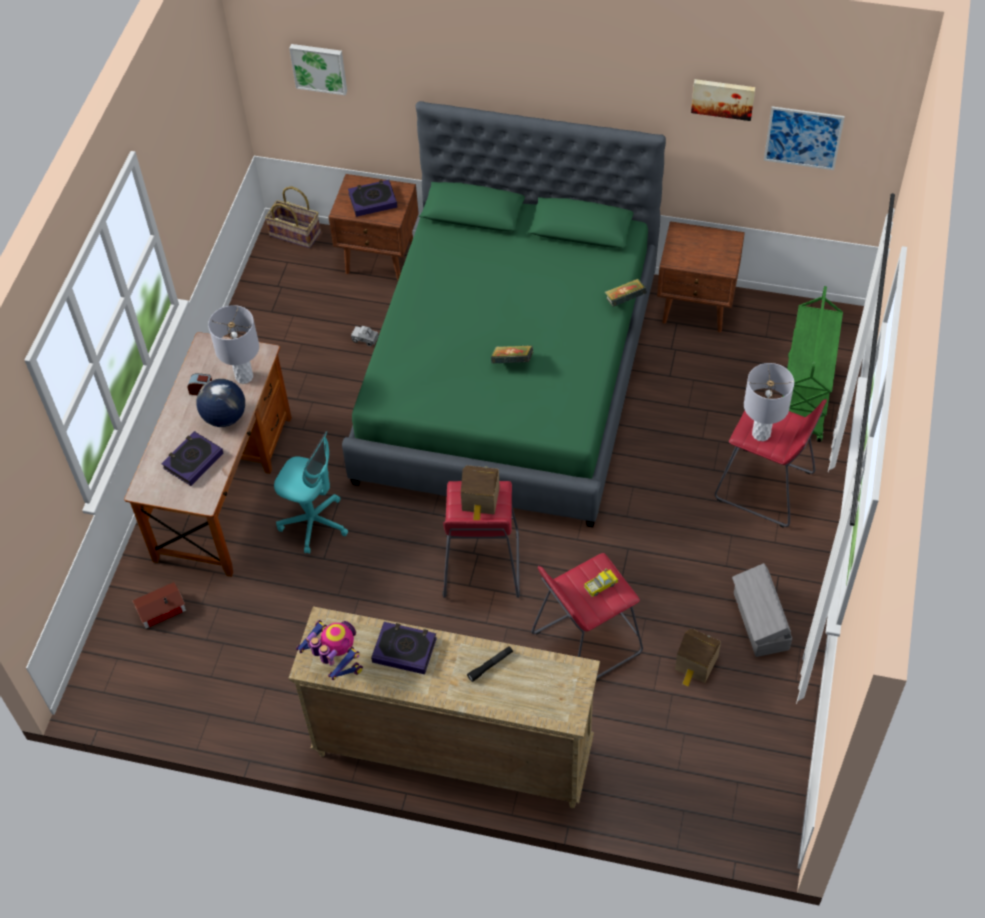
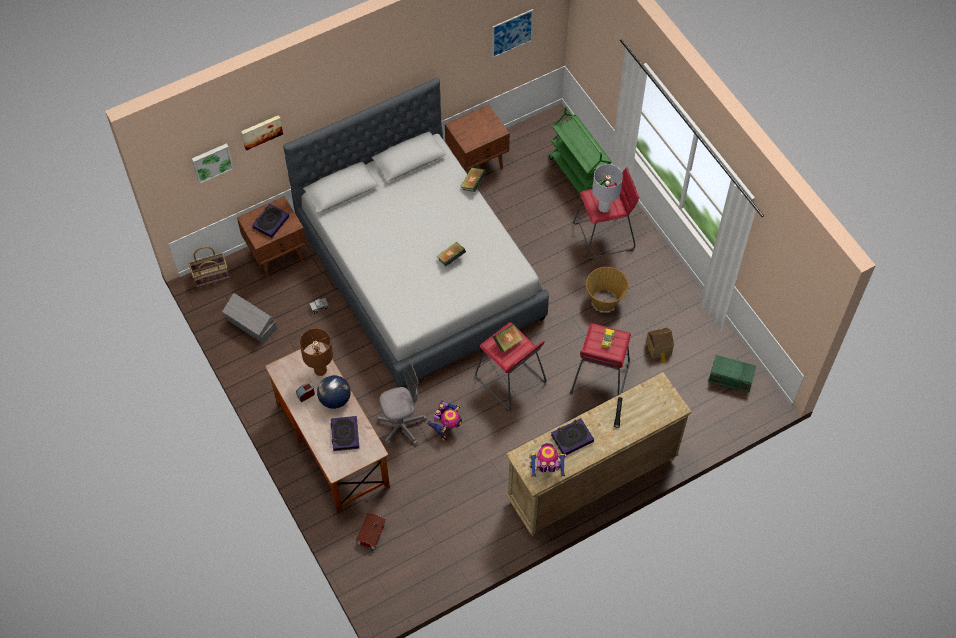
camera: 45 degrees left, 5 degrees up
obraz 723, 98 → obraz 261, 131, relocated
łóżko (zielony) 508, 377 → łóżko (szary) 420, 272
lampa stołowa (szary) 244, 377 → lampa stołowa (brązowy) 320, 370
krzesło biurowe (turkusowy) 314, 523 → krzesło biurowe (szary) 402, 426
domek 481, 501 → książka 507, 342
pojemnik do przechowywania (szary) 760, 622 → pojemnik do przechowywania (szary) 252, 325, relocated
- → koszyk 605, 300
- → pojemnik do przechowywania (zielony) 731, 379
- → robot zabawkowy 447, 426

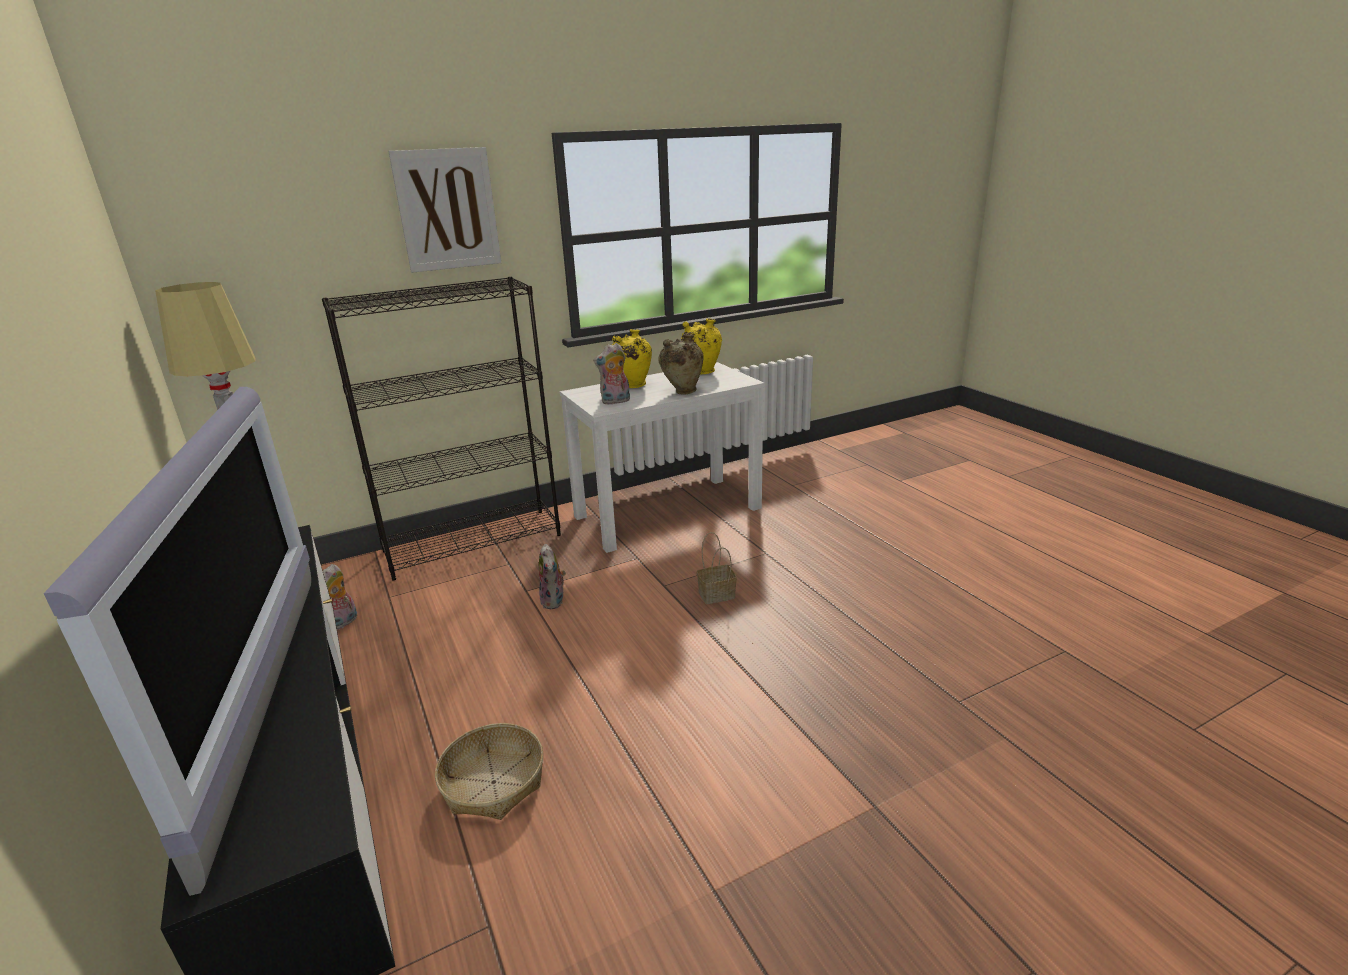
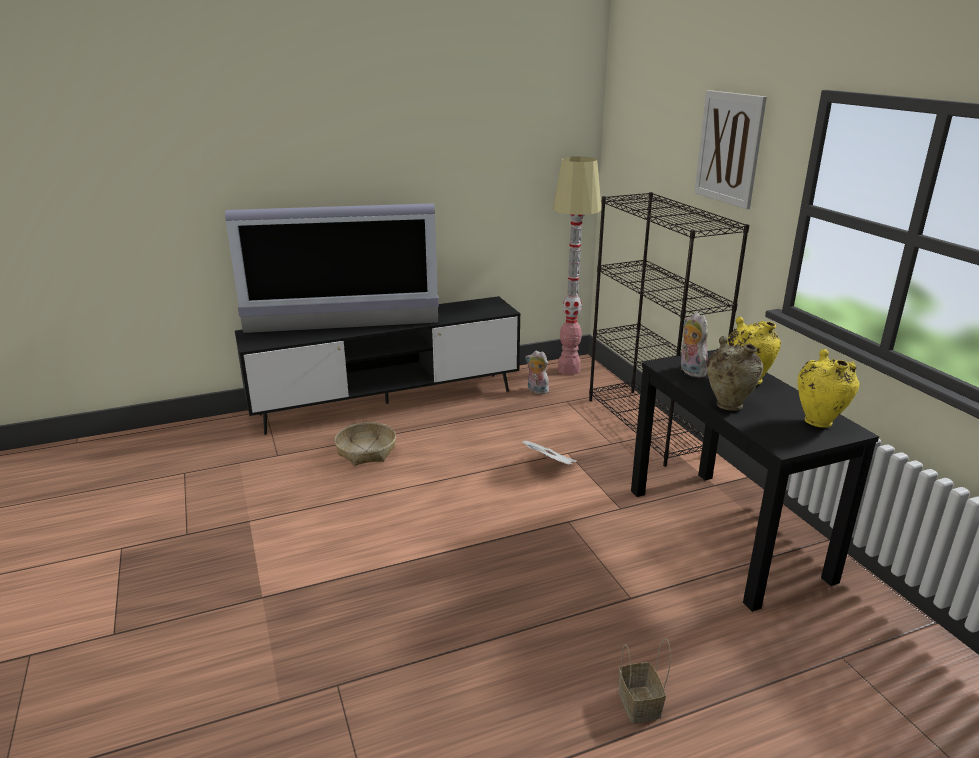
camera: 95 degrees right, 0 degrees up
stolik konsolowy (biały) 668, 512 → stolik konsolowy (czarny) 726, 533
koszyk 717, 594 → koszyk 640, 705, relocated
pluszak 554, 601 → gazeta 550, 466

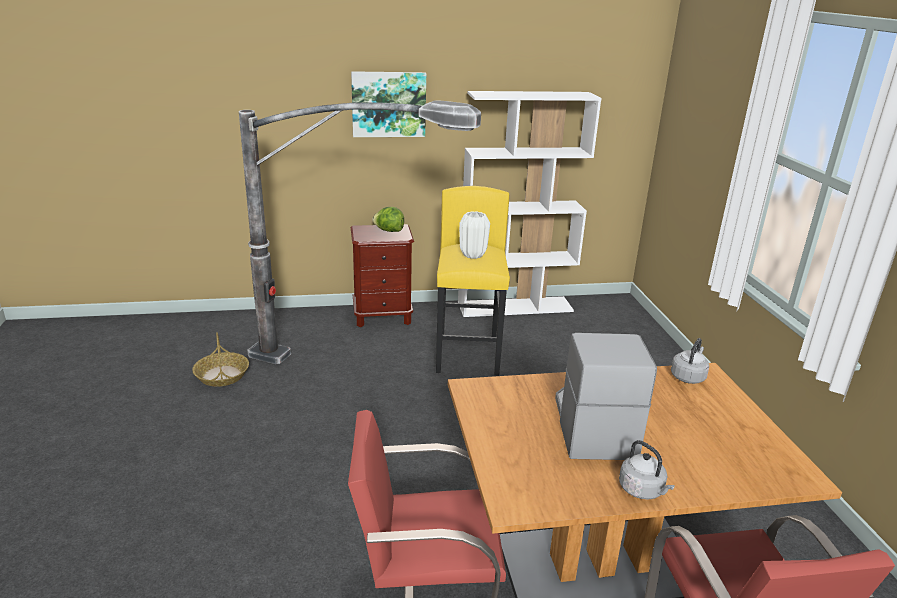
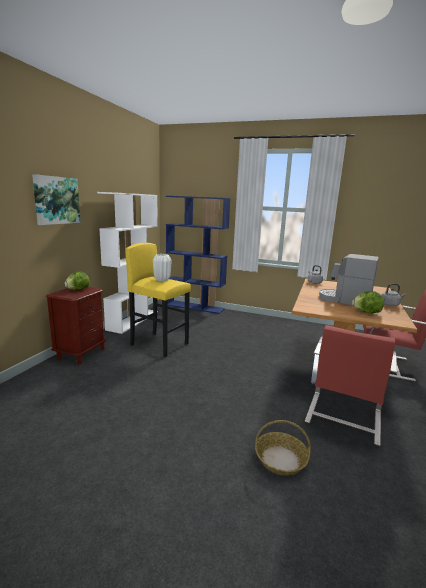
camera: 60 degrees left, 10 degrees down
lampa stojąca 352, 375 → -
koszyk 222, 375 → koszyk 281, 459, relocated
- → regał (niebieski) 195, 307
- → sałata 366, 312

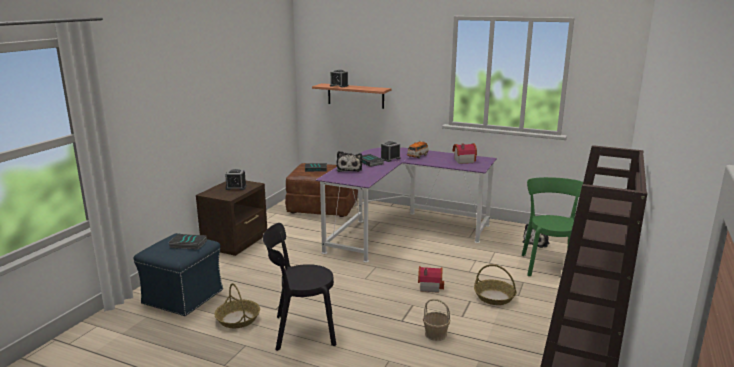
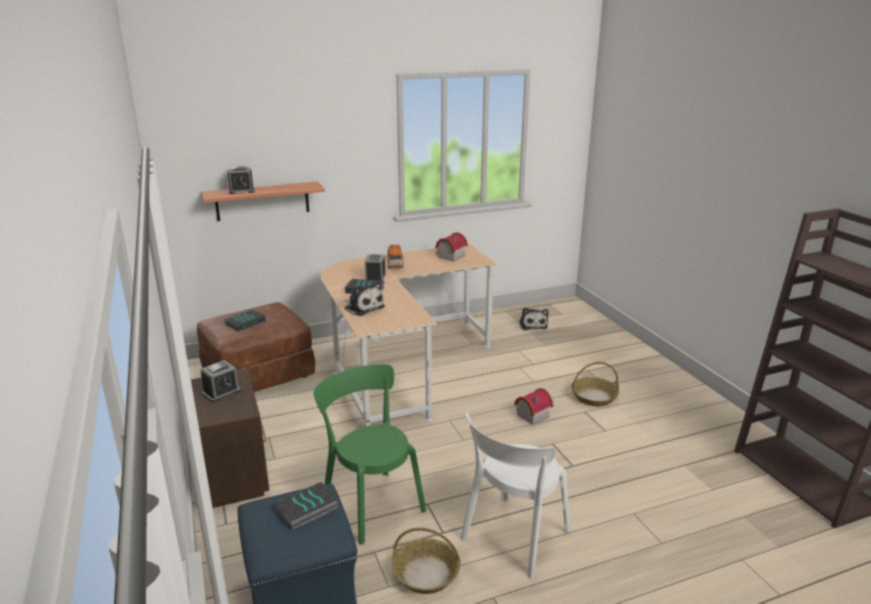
camera: 45 degrees left, 5 degrees up
biurko (fioletowy) 401, 230 → biurko (beżowy) 400, 365
krzesło (zielony) 549, 265 → krzesło (zielony) 371, 503, relocated
krzesło (czarny) 301, 330 → krzesło (biały) 513, 538
koszyk 436, 334 → -

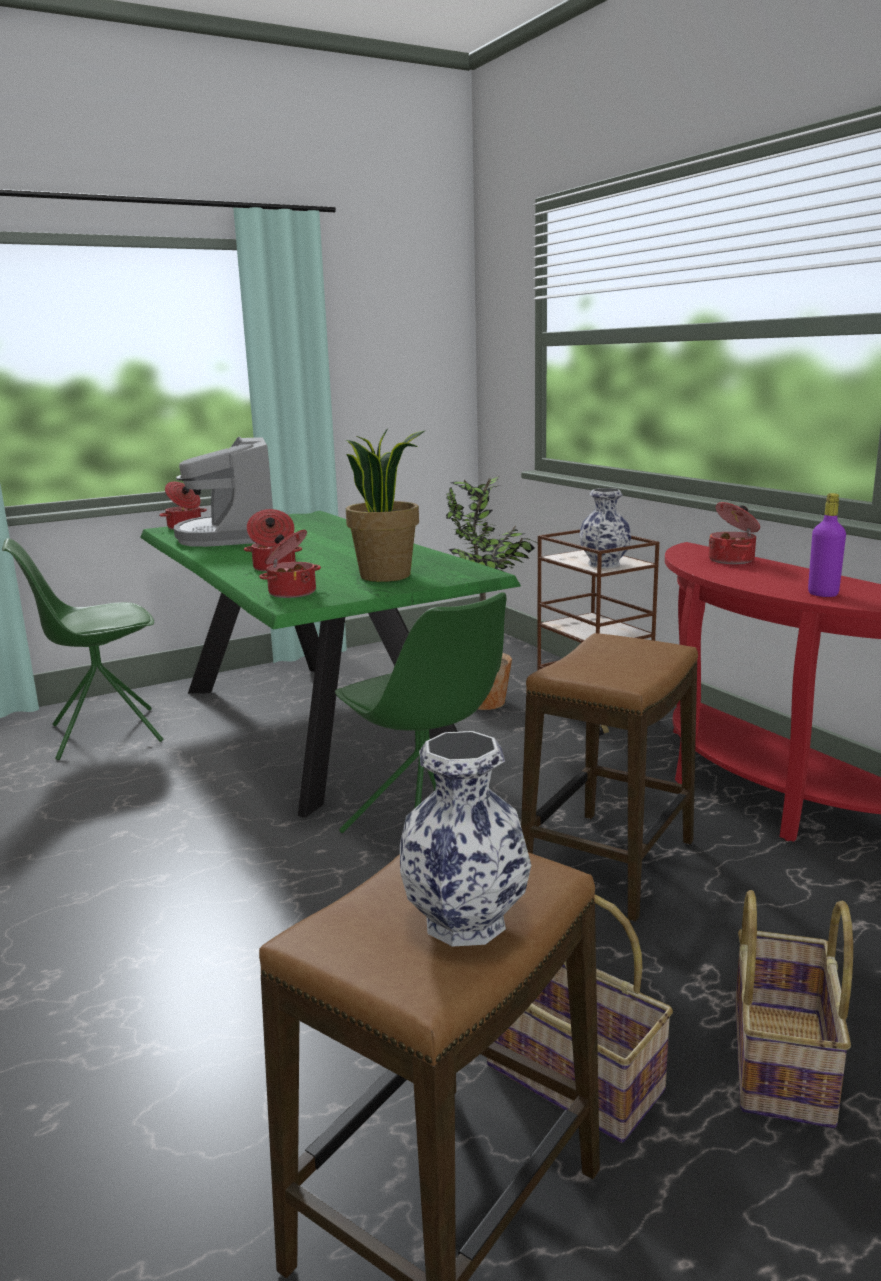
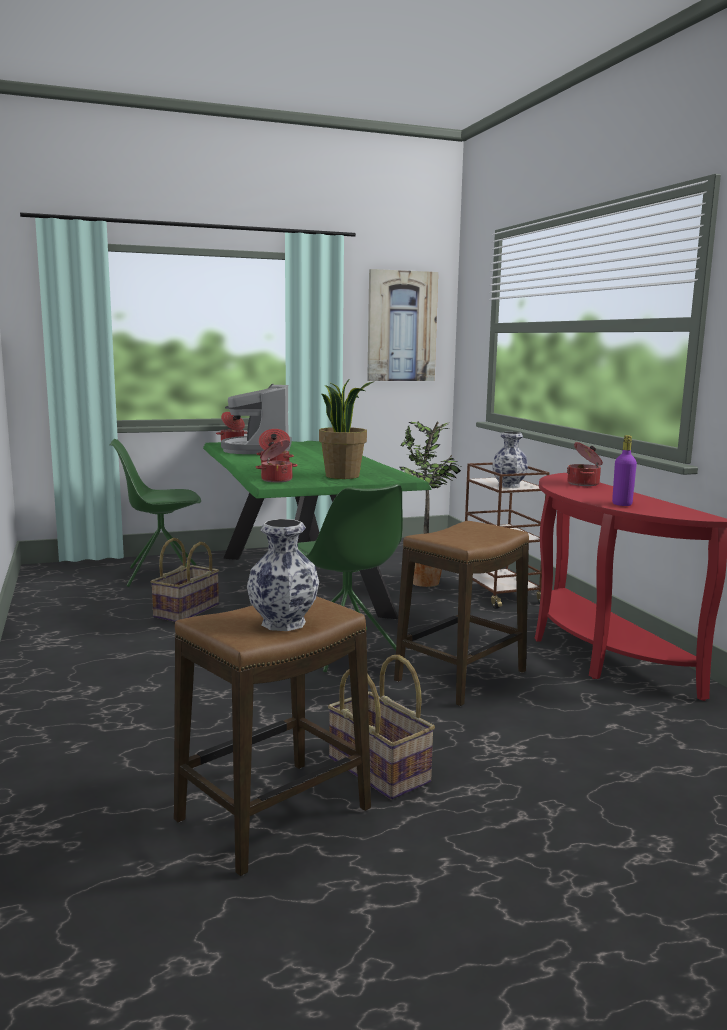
camera: 10 degrees right, 5 degrees down
koszyk 784, 1062 → koszyk 187, 611, relocated
- → obraz 401, 326

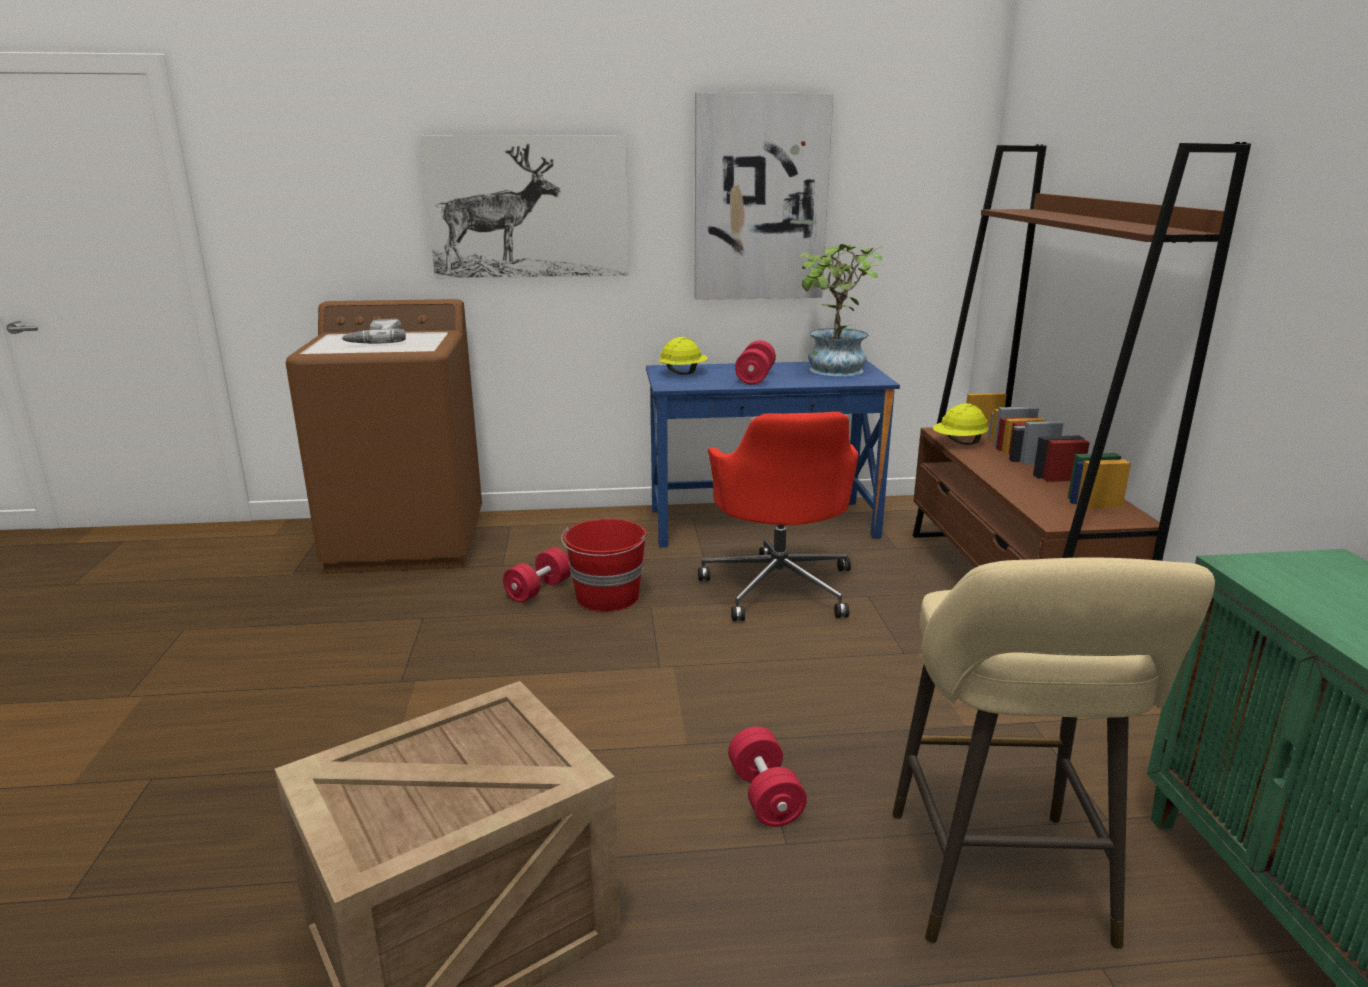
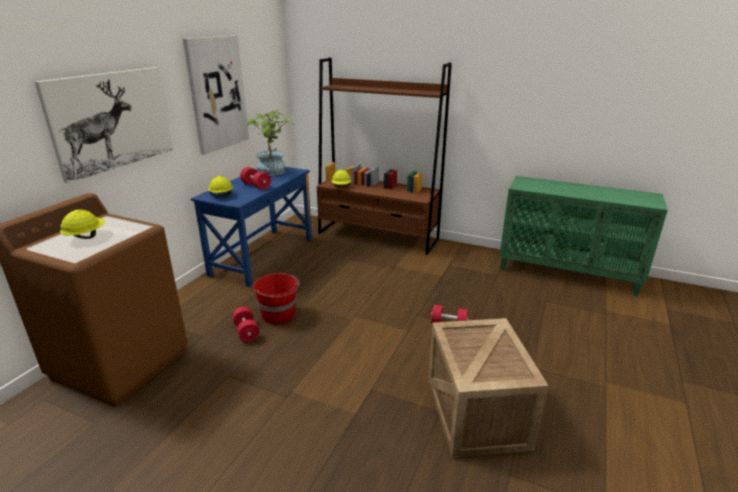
camera: 60 degrees left, 5 degrees up
wiertarka 375, 340 → kask (żółty) 86, 237
krzesło biurowe (czerwony) 779, 586 → -
stołek (beżowy) 1001, 886 → -

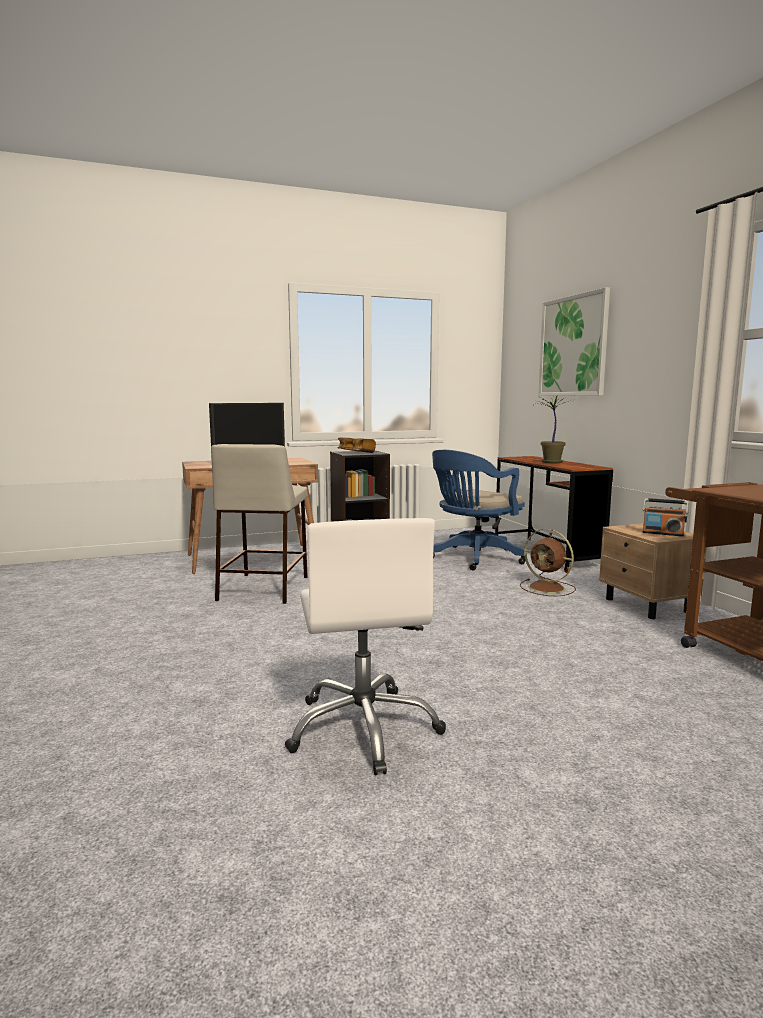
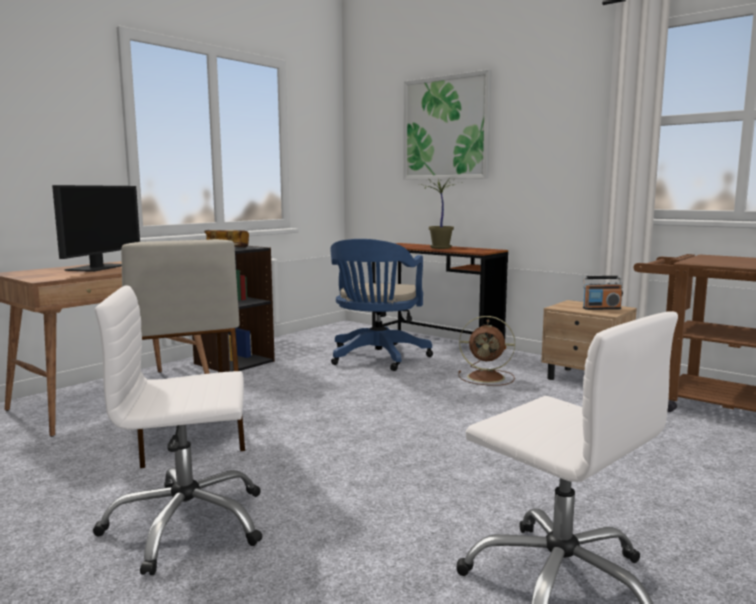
camera: 30 degrees left, 0 degrees up
- → krzesło biurowe (biały) 186, 525

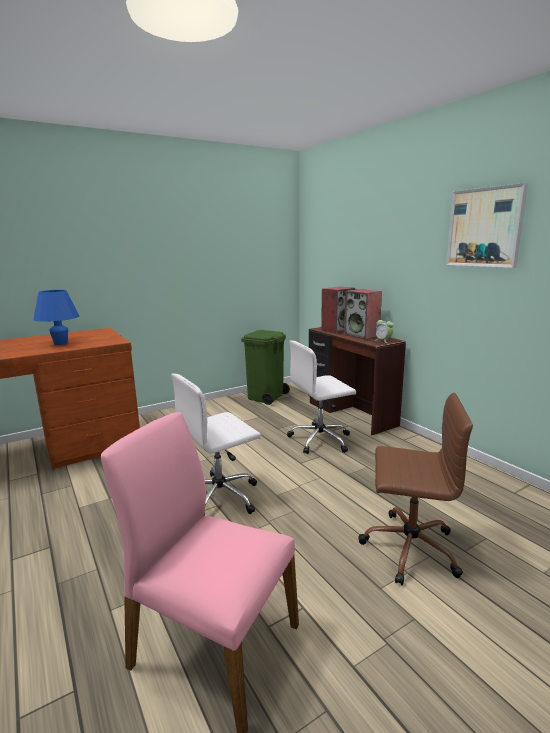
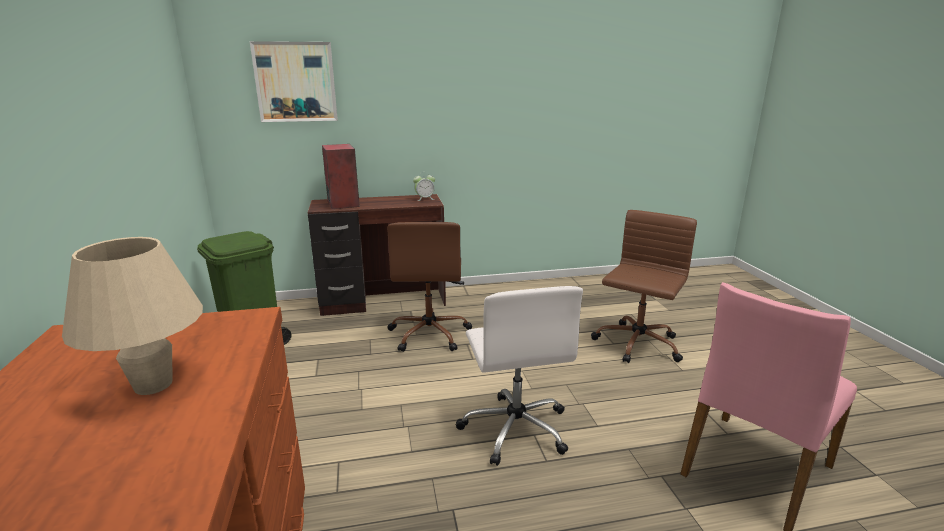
camera: 70 degrees left, 5 degrees up
obraz 484, 227 → obraz 295, 82, relocated
głośnik 362, 335 → -
lampa stołowa (niebieski) 61, 343 → lampa stołowa (beżowy) 153, 385
krzesło biurowe (biały) 321, 440 → krzesło biurowe (brązowy) 430, 334

